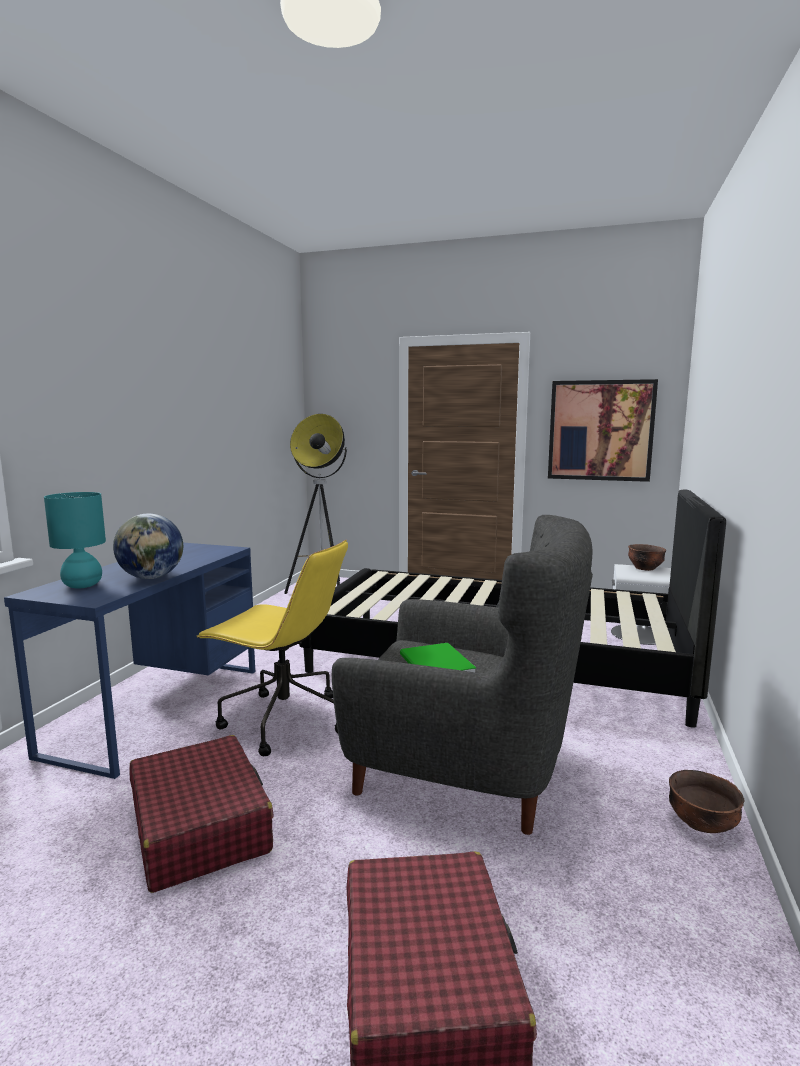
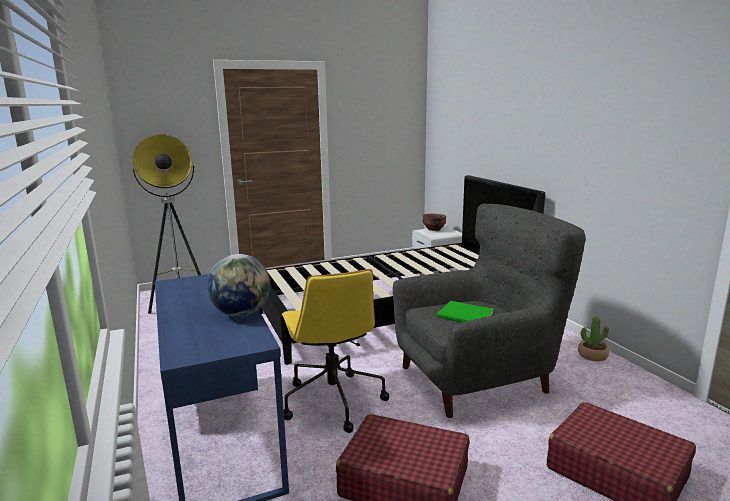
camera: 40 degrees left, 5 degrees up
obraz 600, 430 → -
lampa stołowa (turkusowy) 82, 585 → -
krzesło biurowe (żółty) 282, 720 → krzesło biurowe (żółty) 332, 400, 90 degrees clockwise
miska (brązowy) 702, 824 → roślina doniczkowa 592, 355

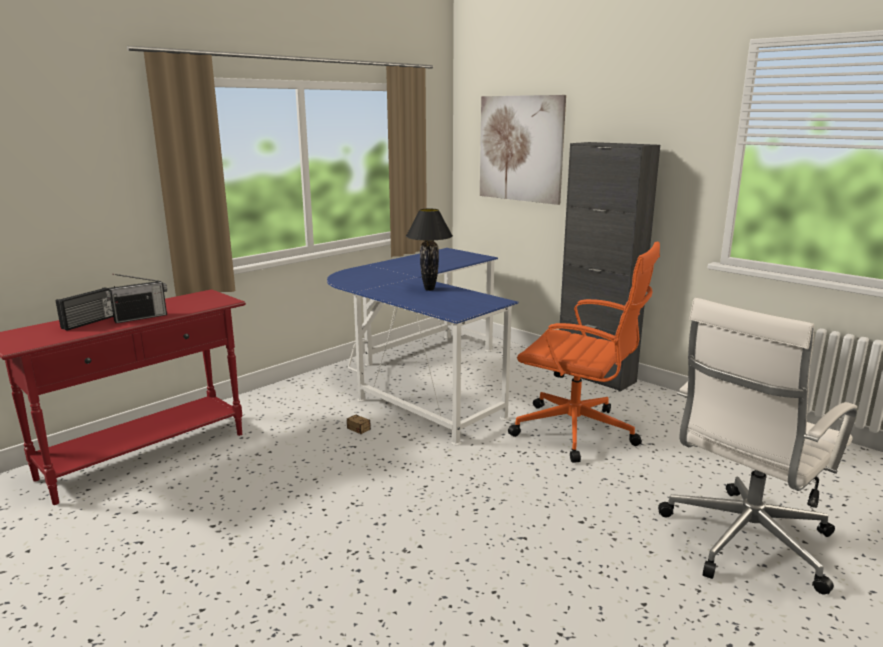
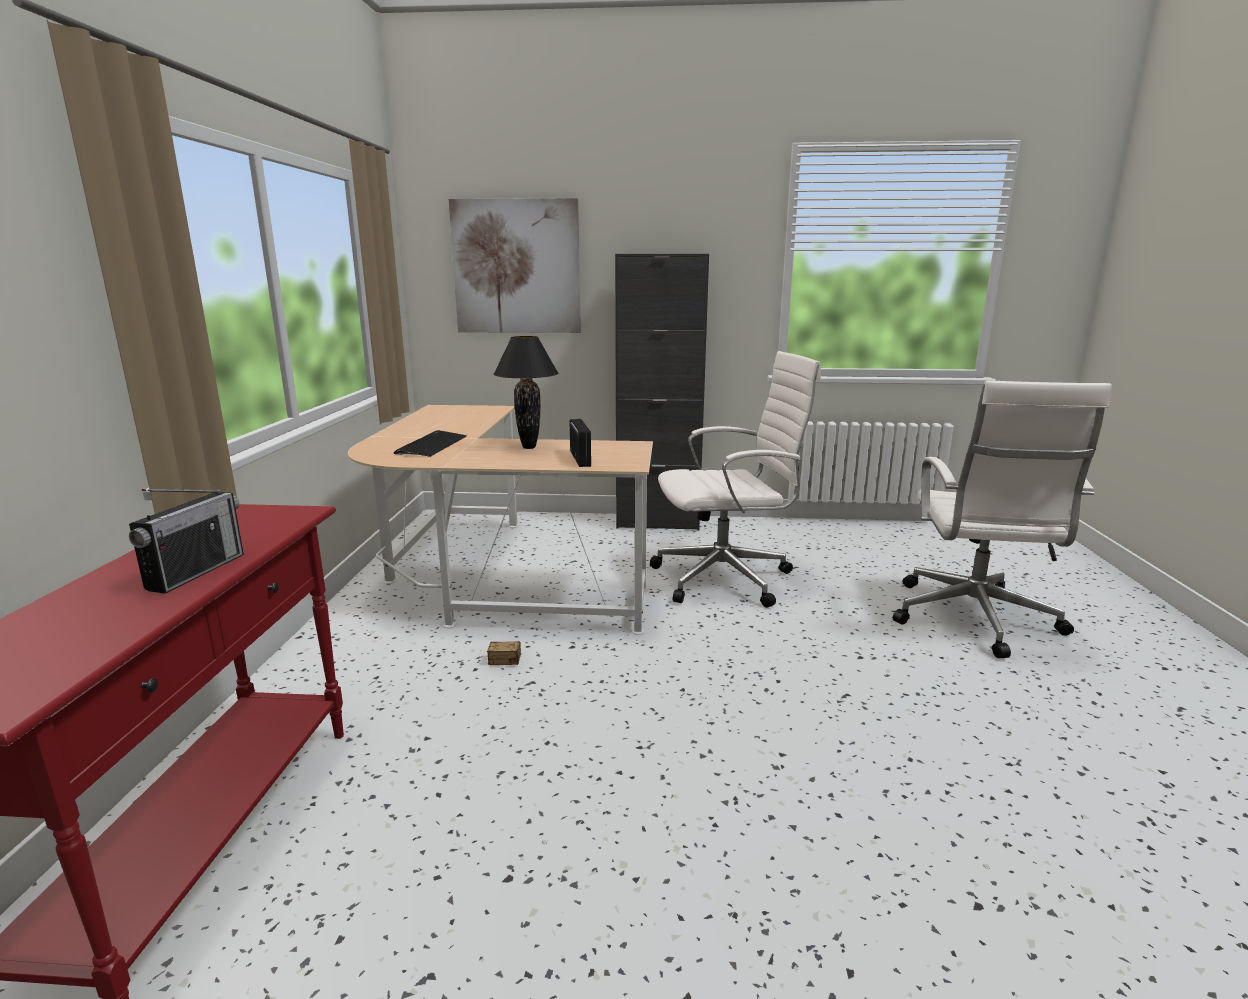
camera: 40 degrees left, 0 degrees up
krzesło biurowe (pomarańczowy) 578, 432 → krzesło biurowe (biały) 726, 578
biurko (niebieski) 421, 380 → biurko (beżowy) 489, 579
radio 89, 322 → radio 581, 458, relocated
- → klawiatura 432, 445

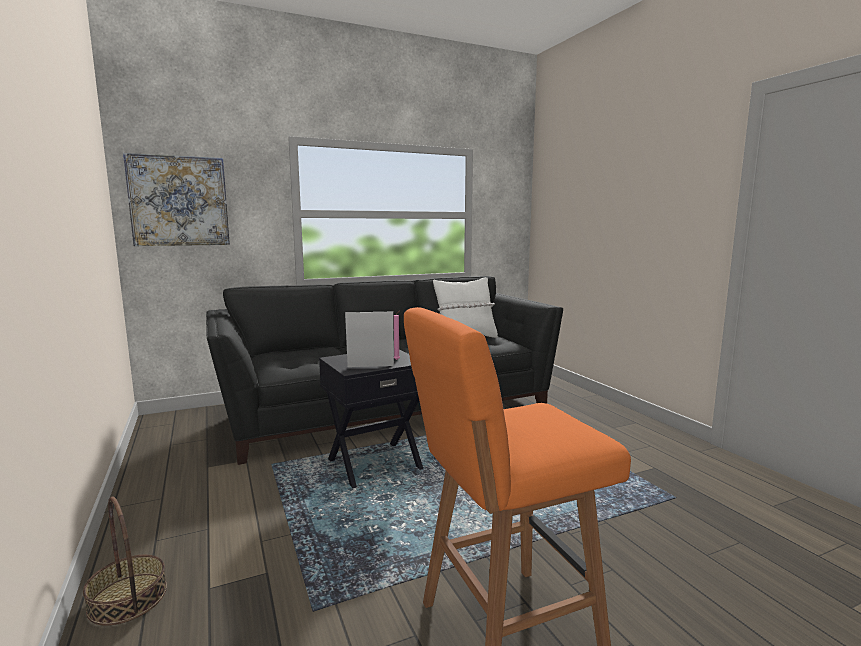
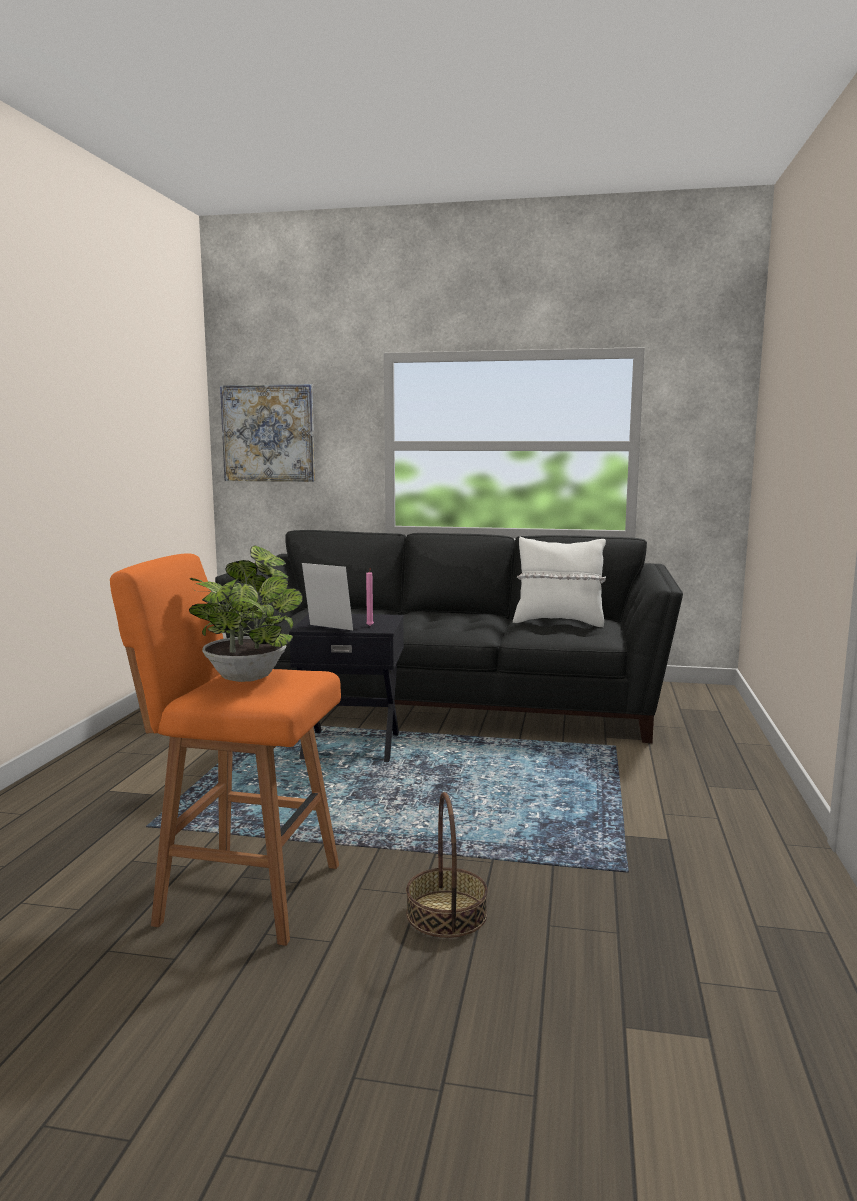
camera: 35 degrees right, 0 degrees up
koszyk 128, 598 → koszyk 447, 914, relocated
- → roślina doniczkowa 248, 675

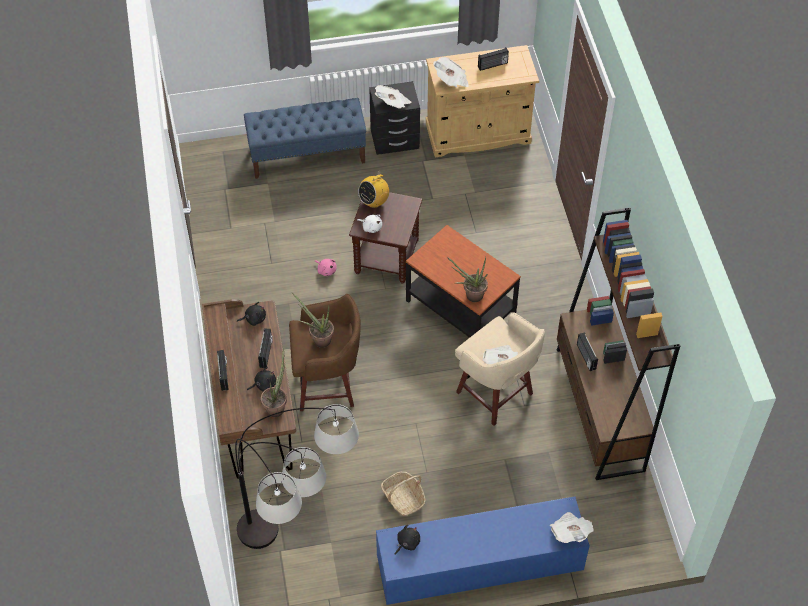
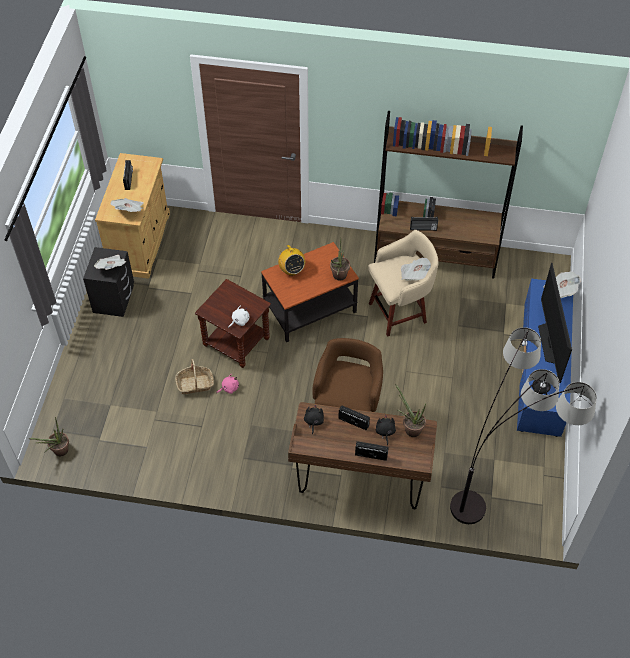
camera: 70 degrees left, 0 degrees up
ławka (niebieski) 307, 155 → -
radio 374, 202 → radio 291, 270, relocated
roślina doniczkowa 318, 339 → roślina doniczkowa 58, 452, relocated
koszyk 403, 498 → koszyk 195, 384, relocated
- → telewizor 551, 343

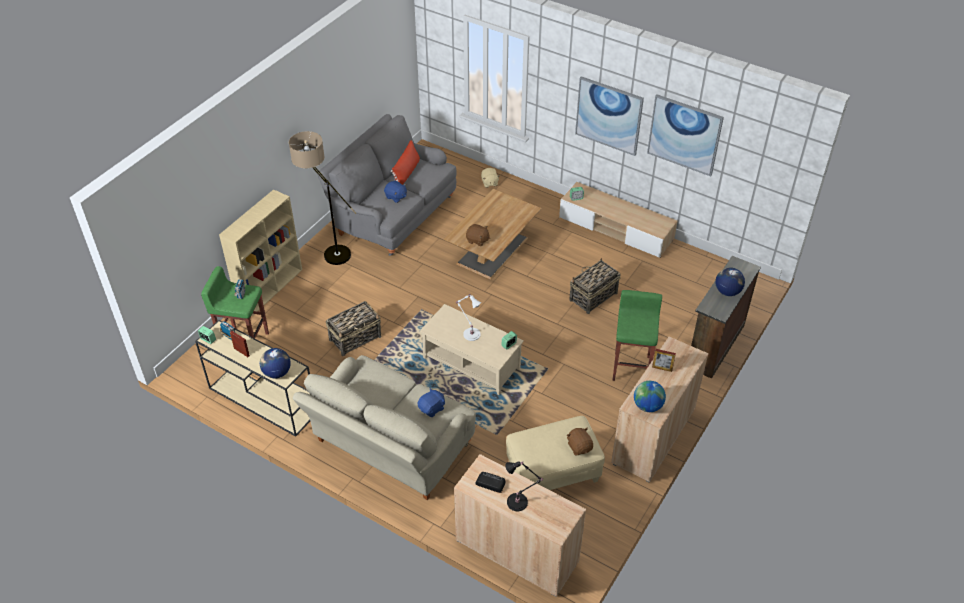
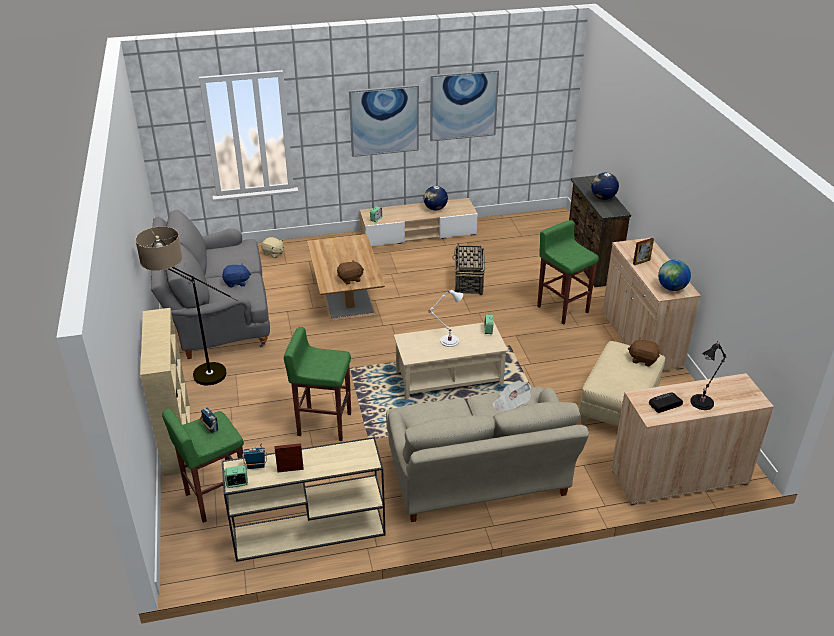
camera: 45 degrees left, 10 degrees down
poduszka (czerwony) 407, 172 → -
koszyk 356, 338 → stołek (zielony) 324, 424
globus 277, 373 → globus 435, 209, relocated
pluszak (niebieski) 432, 408 → gazeta 511, 404

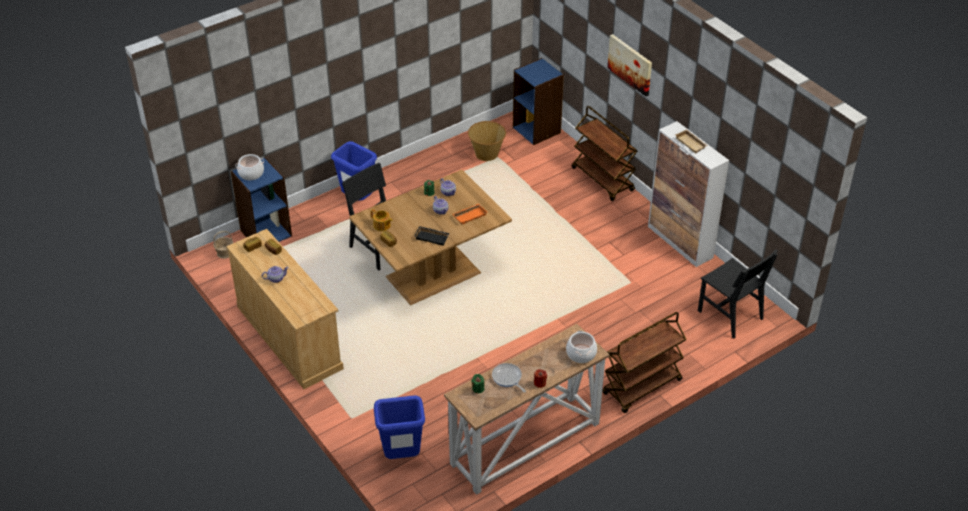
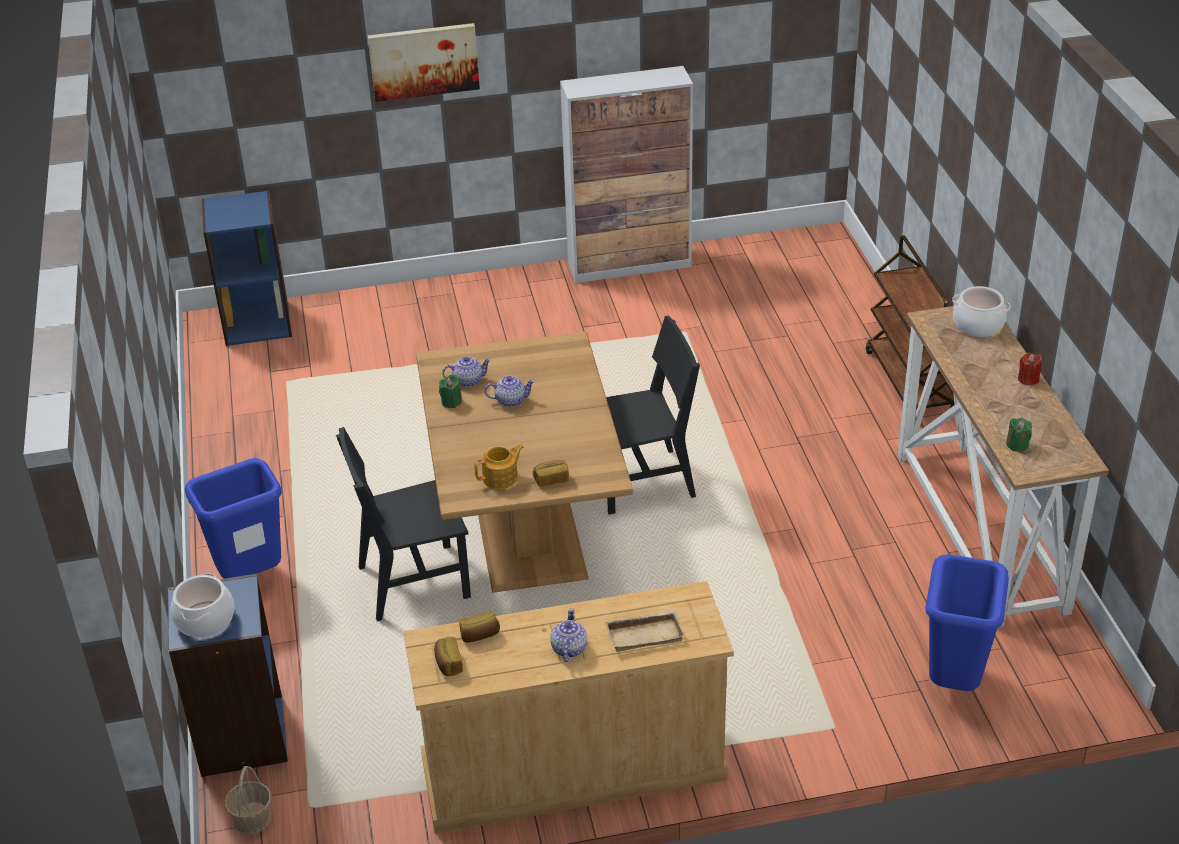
camera: 65 degrees left, 5 degrees down
wózek (brązowy) 603, 180 → -
koszyk 487, 153 → -
taca (beżowy) 691, 143 → taca (beżowy) 645, 634, relocated
taca (pomarańczowy) 469, 215 → -
taca (czarny) 432, 237 → -
krzesło (czarny) 730, 315 → krzesło (czarny) 641, 482, relocated
patelnia 507, 378 → -

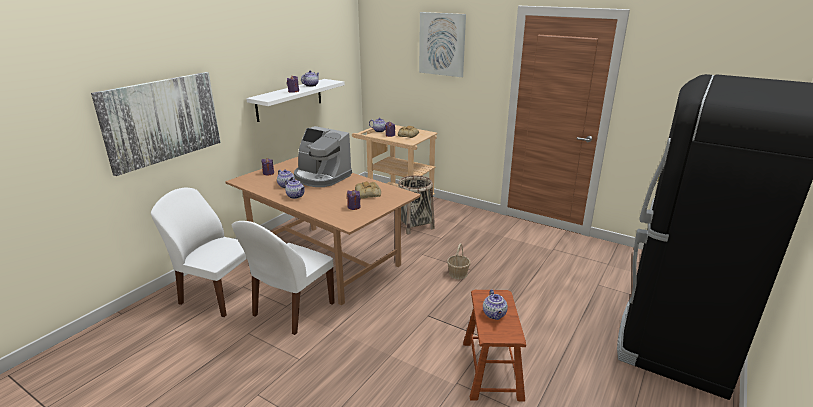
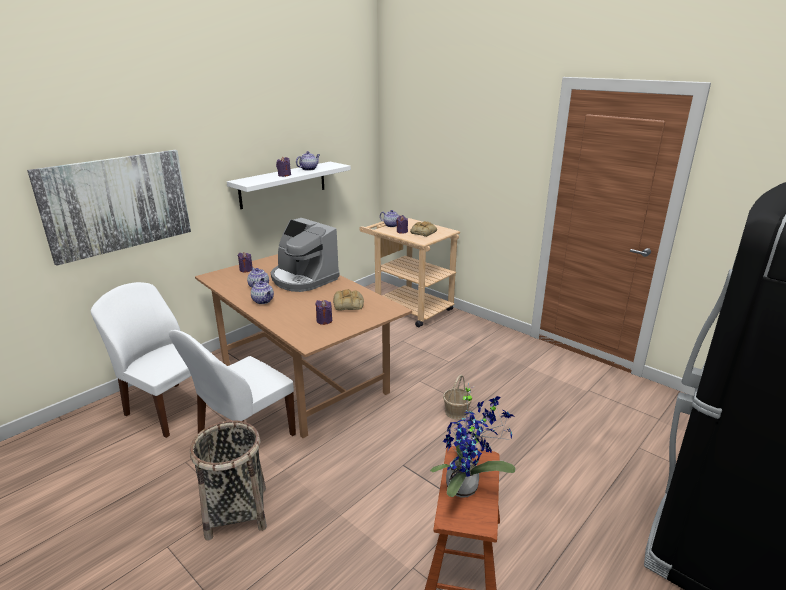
camera: 10 degrees right, 0 degrees up
obraz 442, 44 → -
koszyk 415, 225 → koszyk 236, 512, relocated
imbryk 494, 315 → roślina doniczkowa 466, 487

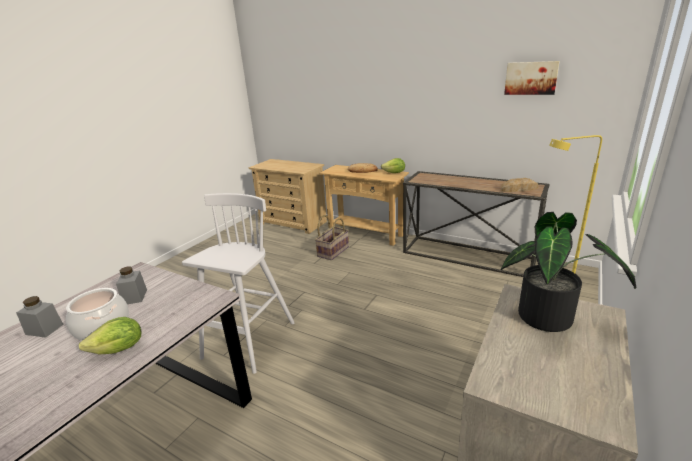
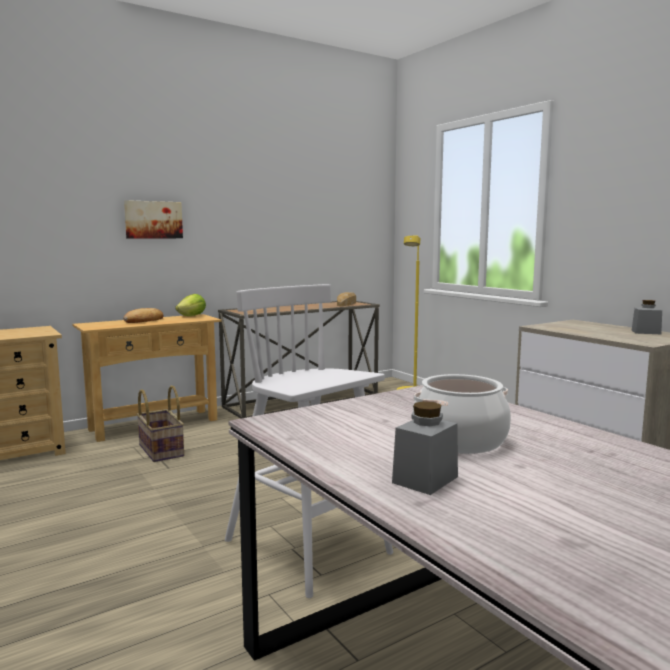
camera: 65 degrees left, 15 degrees down
obraz 531, 78 → obraz 153, 220, relocated
roślina doniczkowa 551, 320 → -
słoik (szary) 135, 297 → słoik (szary) 646, 332, relocated
sałata 119, 350 → -

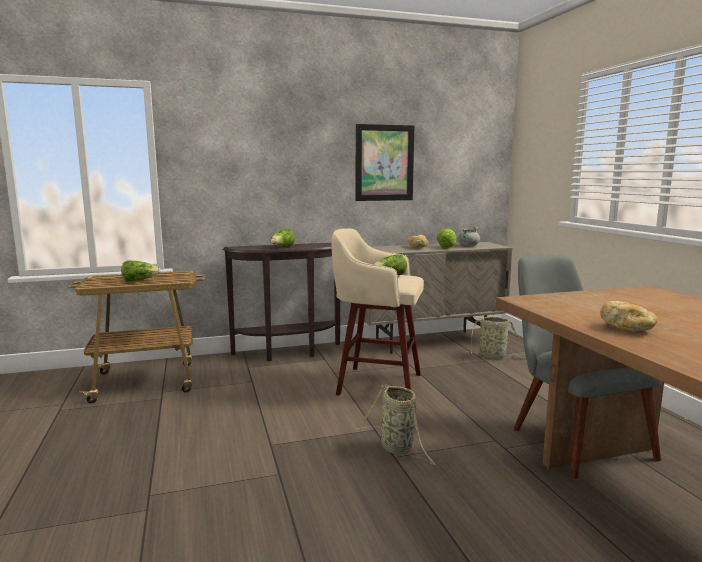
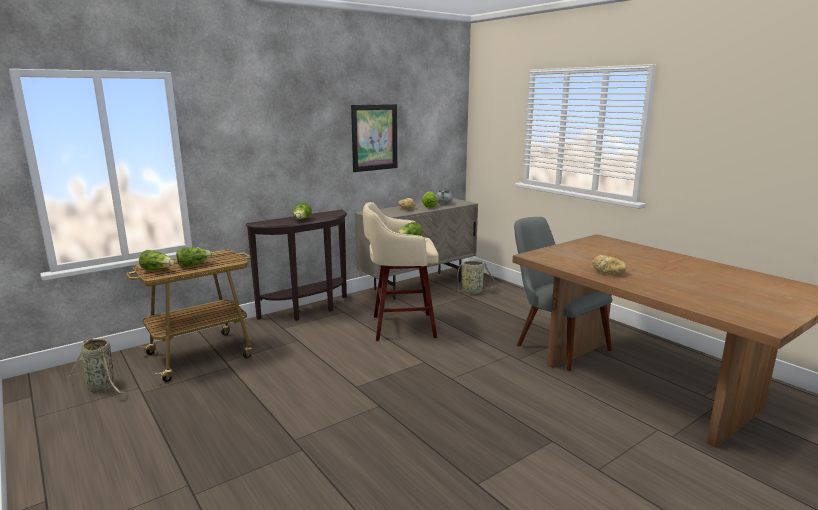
camera: 20 degrees left, 5 degrees up
koszyk 398, 448 → koszyk 102, 386, relocated
- → sałata 157, 270

